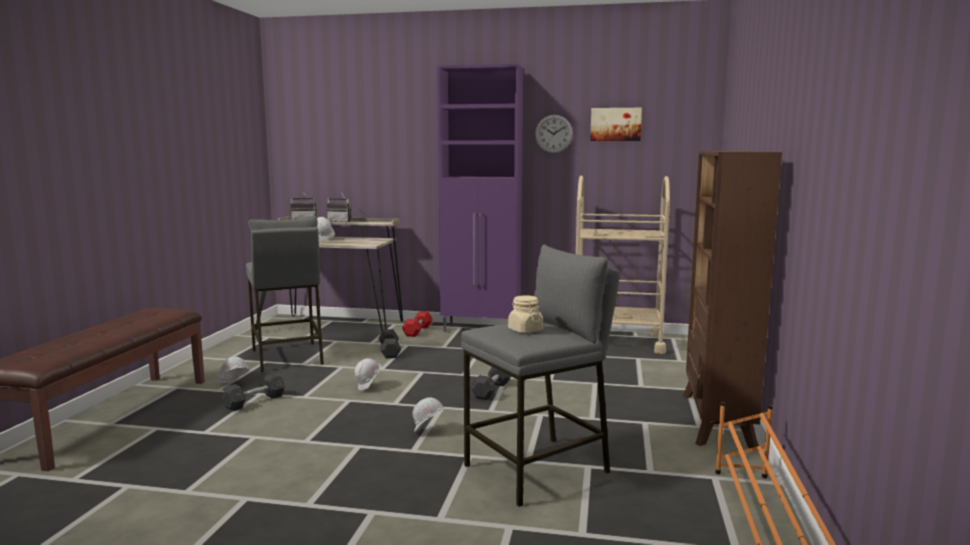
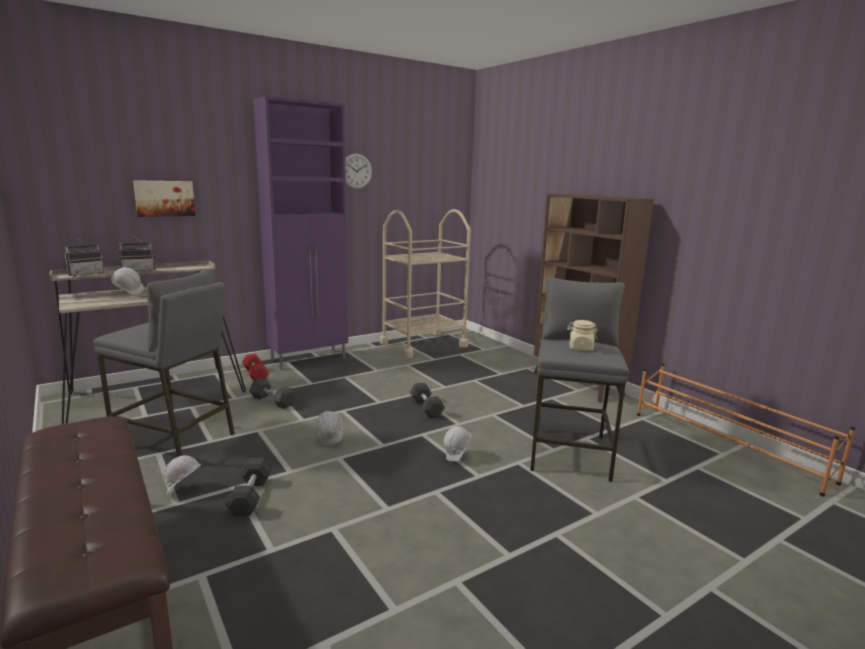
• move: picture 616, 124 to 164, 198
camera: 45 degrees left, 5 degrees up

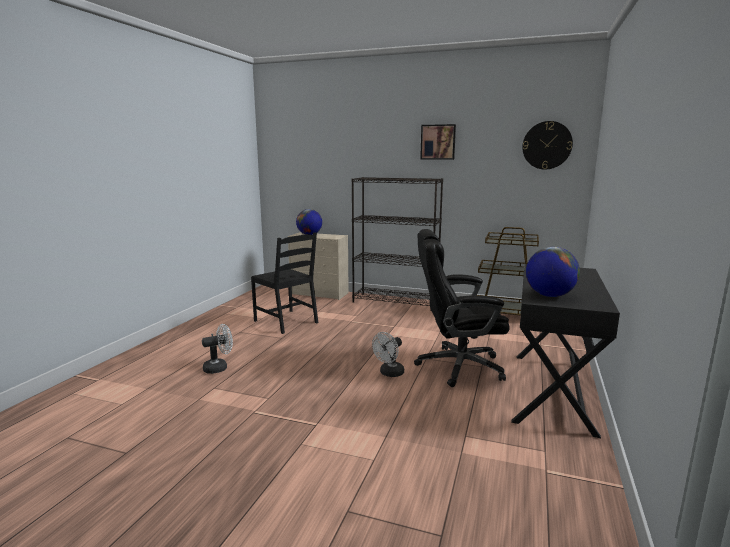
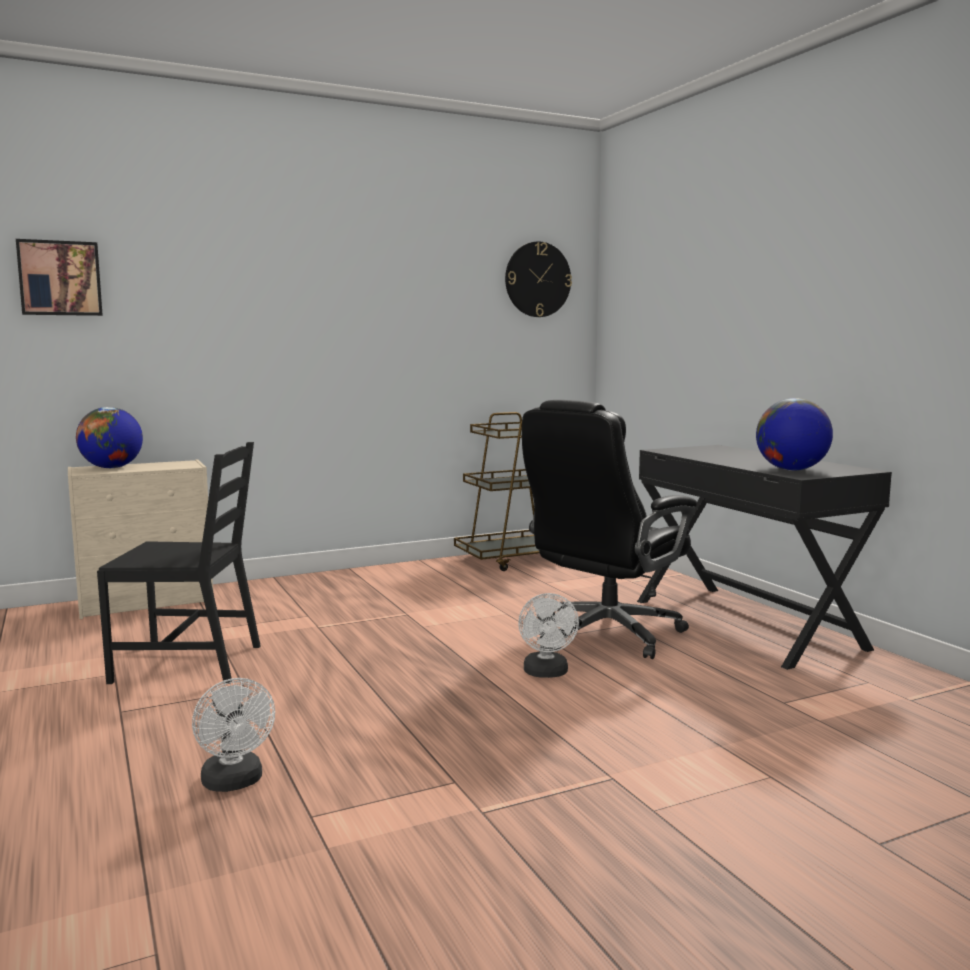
• delete: bookcase (black) 397, 244
• move: picture 438, 142 to 59, 277
• rotate: fan (white) 217, 349 = 233, 735 135 degrees clockwise
camera: 45 degrees left, 5 degrees down

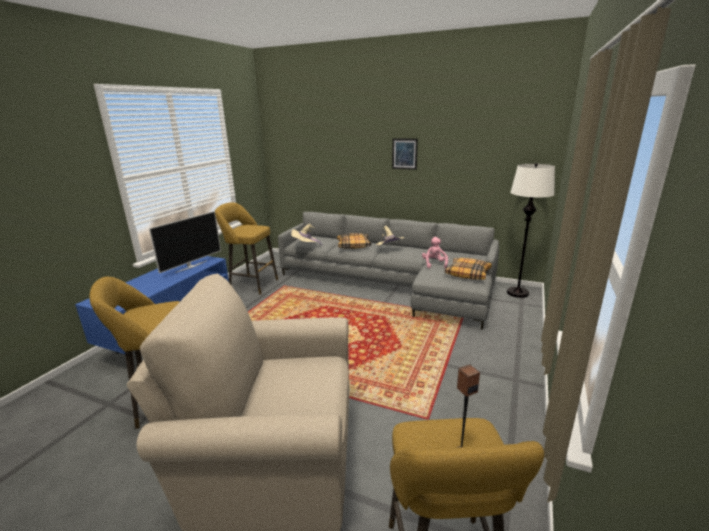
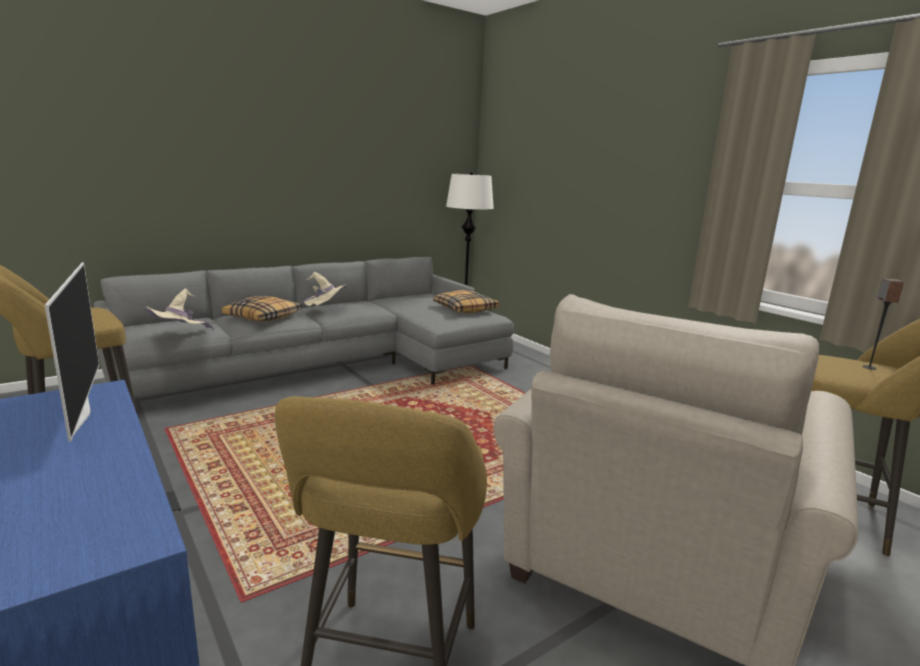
• delete: picture 405, 154
• delete: plush toy (pink) 435, 253
camera: 60 degrees left, 5 degrees down

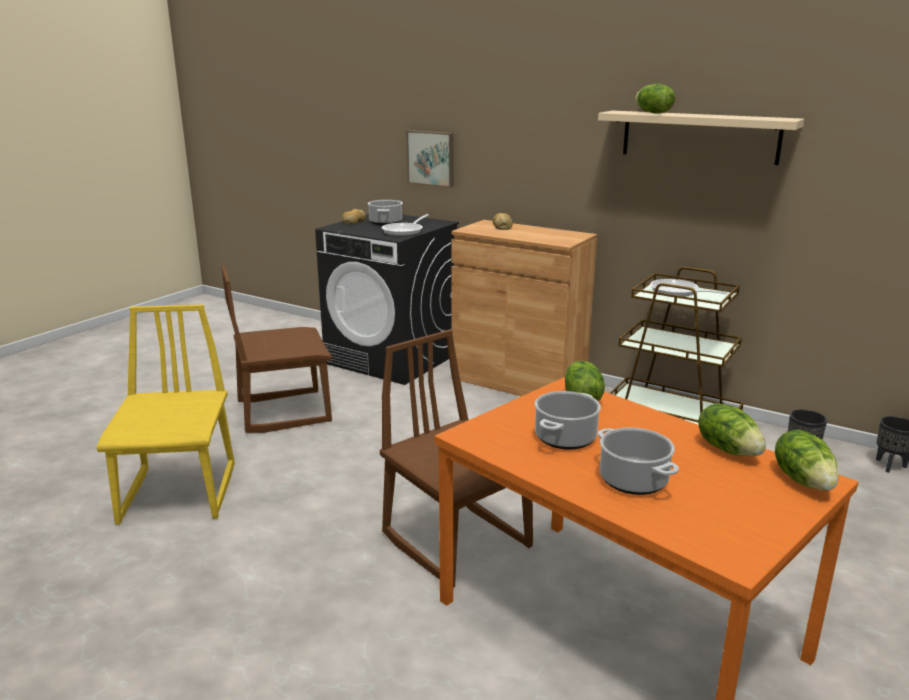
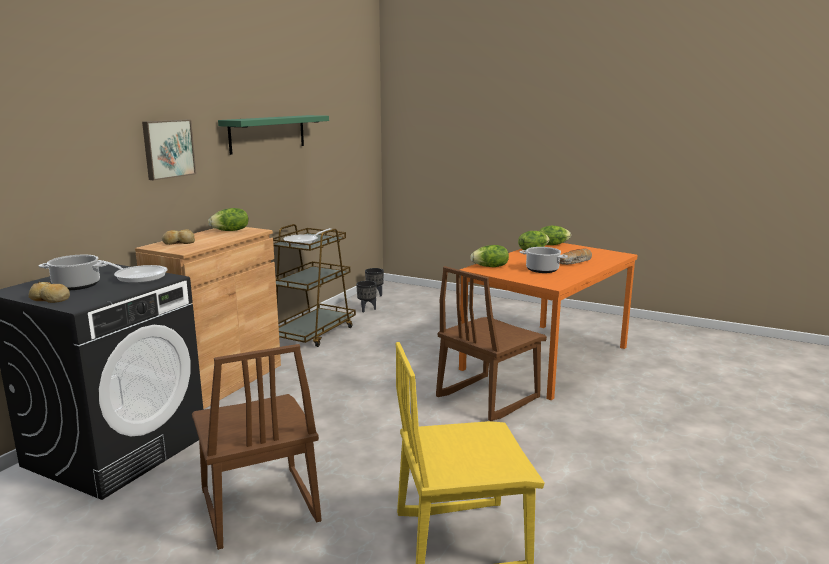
• move: picture 430, 159 to 169, 150
• move: lettuce 655, 99 to 228, 219
• replace: cooking pot 638, 461 to bread 576, 256
• recolor: shelf (beige) 701, 138 to shelf (green) 273, 135
camera: 95 degrees left, 5 degrees down

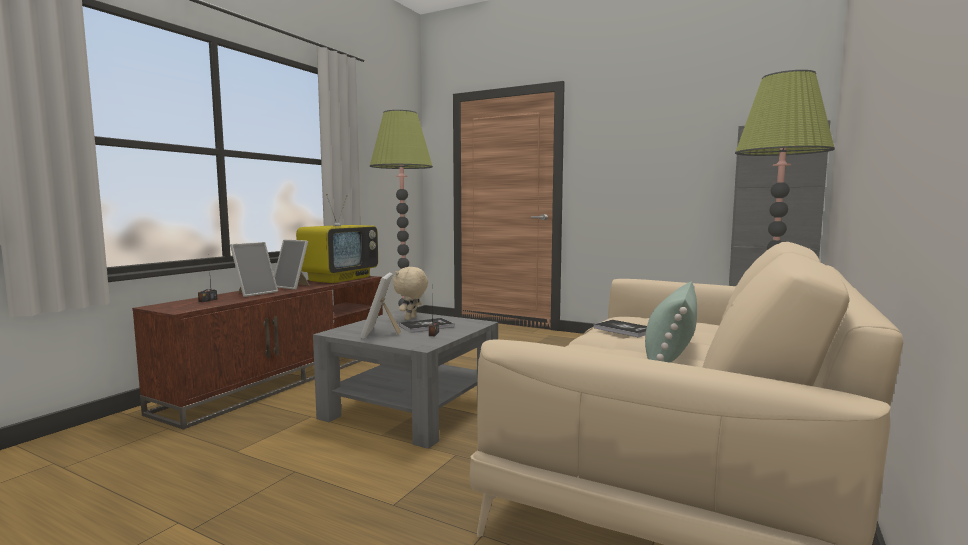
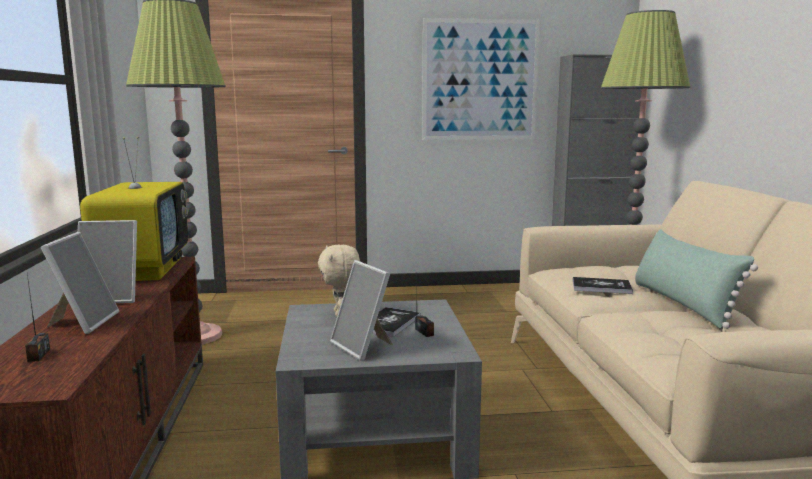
• insert: picture 481, 79
camera: 35 degrees left, 5 degrees up

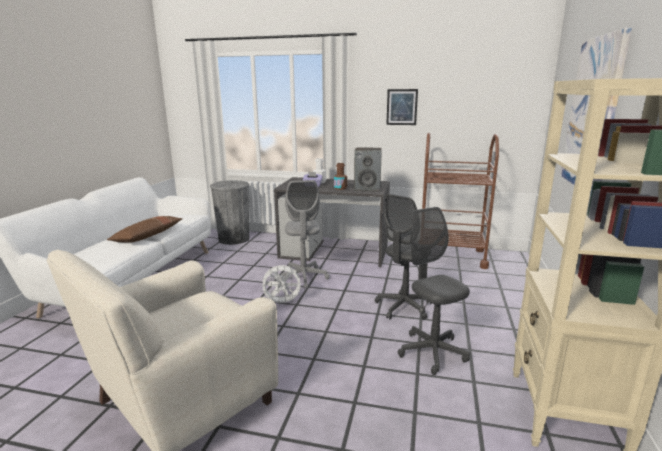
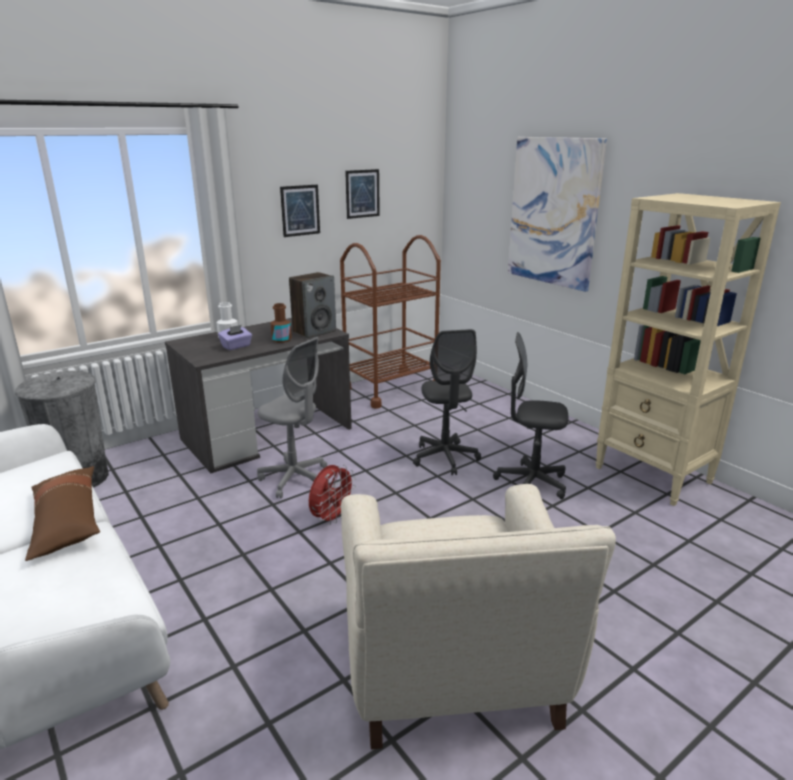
• insert: picture 362, 194
• recolor: fan (white) 281, 285 to fan (red) 332, 494
camera: 50 degrees left, 5 degrees up

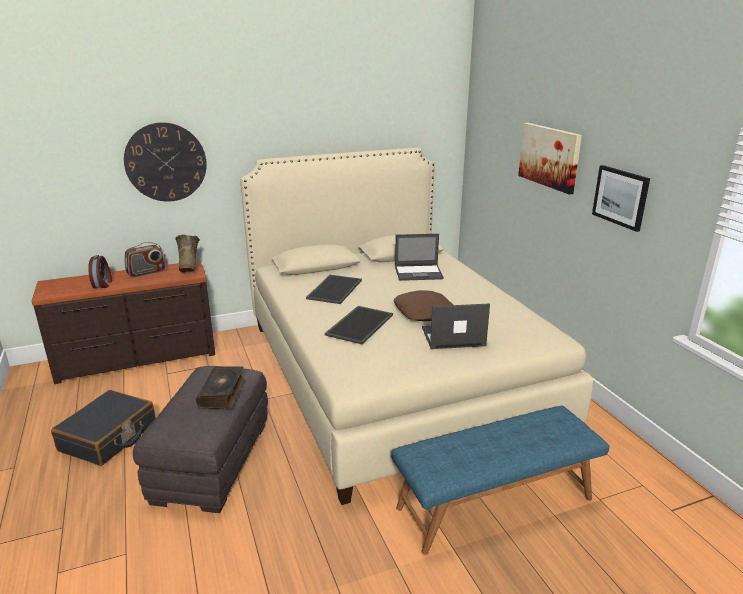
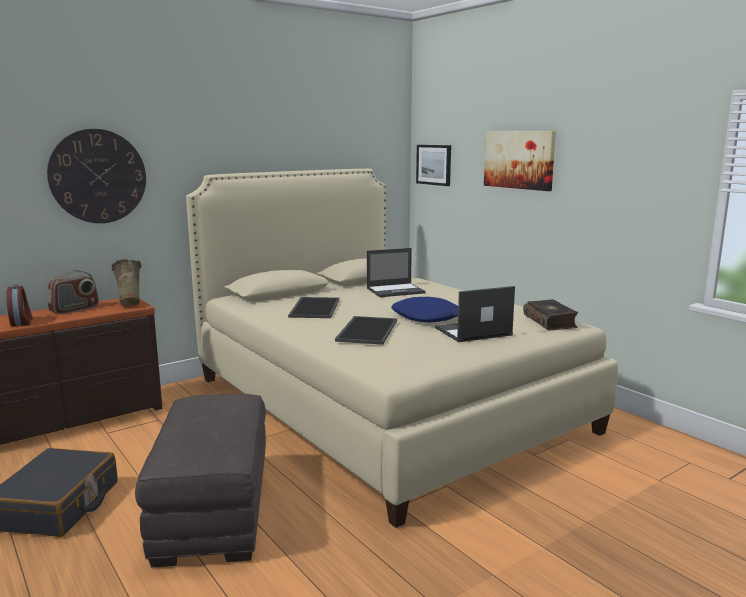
• delete: bench (blue) 500, 480
• move: book 220, 387 to 550, 315
• move: picture 621, 198 to 433, 165
• recolor: pillow (brown) 423, 305 to pillow (blue) 424, 310
camera: 15 degrees left, 10 degrees down

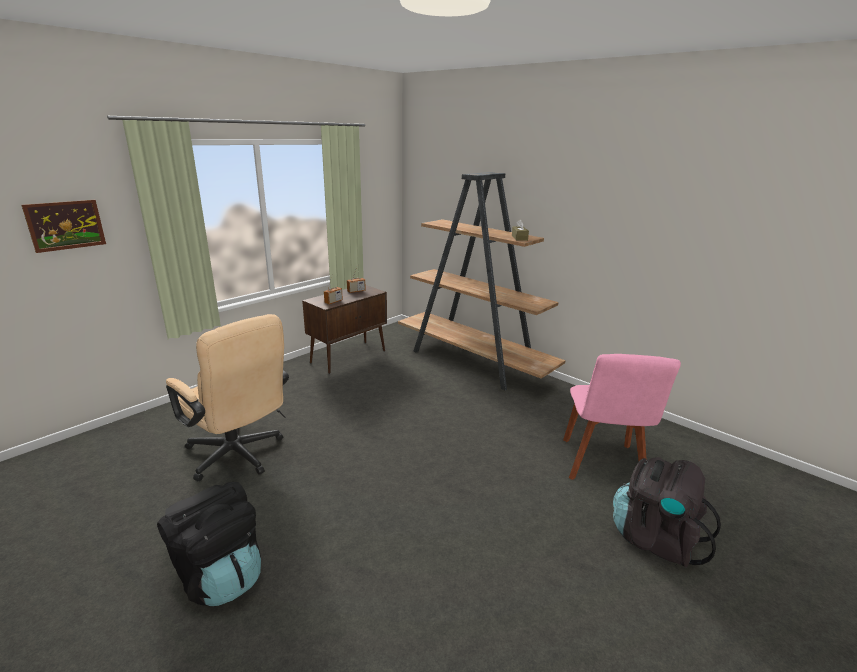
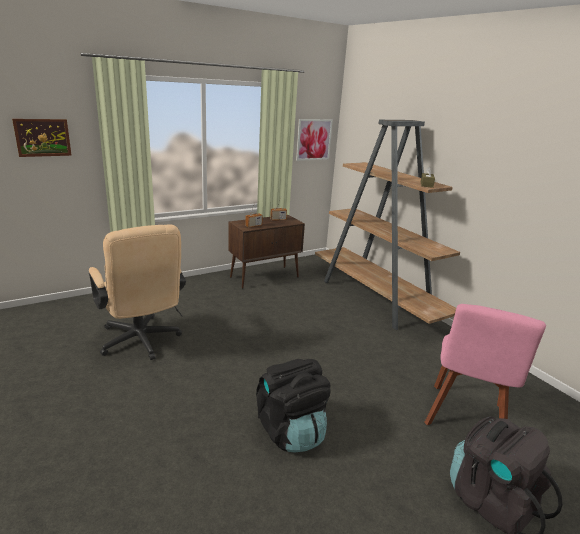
• insert: picture 314, 140
• move: backpack (black) 209, 544 to 293, 406
camera: 15 degrees right, 0 degrees up

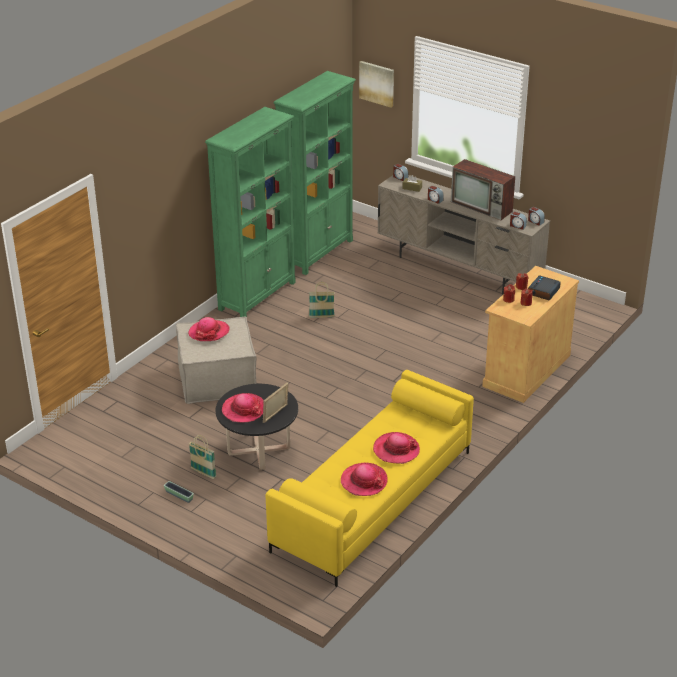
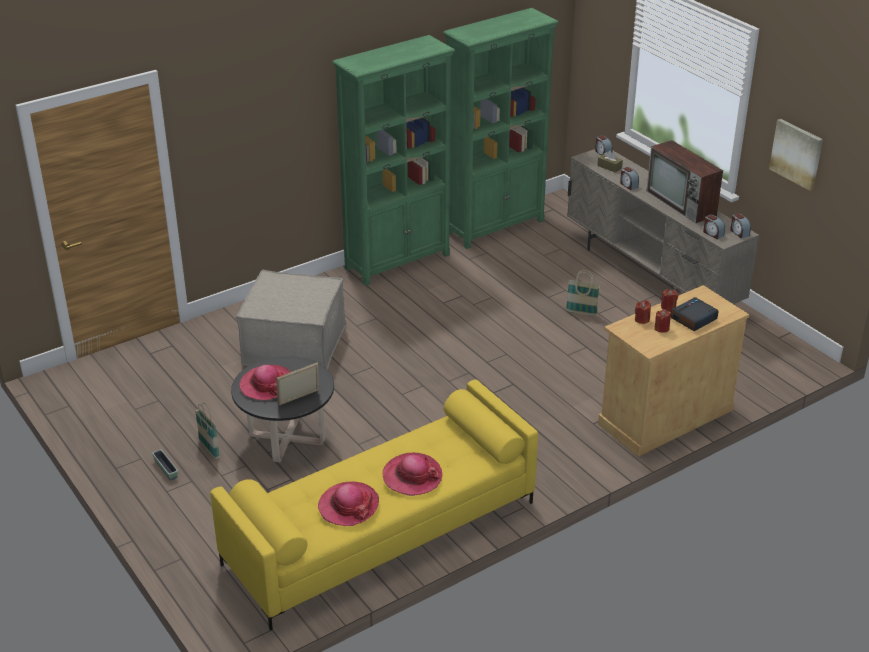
• delete: hat 209, 329
• move: basket 322, 300 to 583, 293
• move: picture 376, 84 to 796, 155
camera: 20 degrees right, 0 degrees up

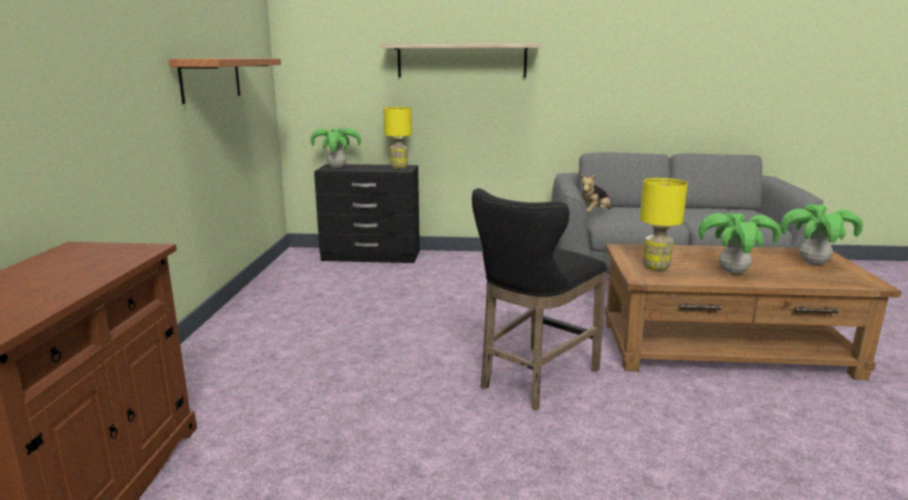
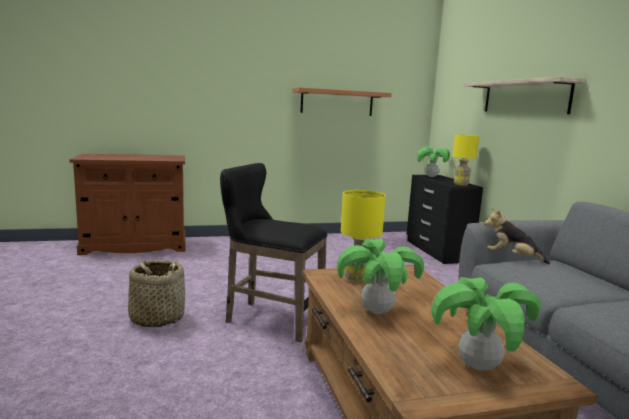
• insert: basket 156, 293
camera: 70 degrees right, 5 degrees down

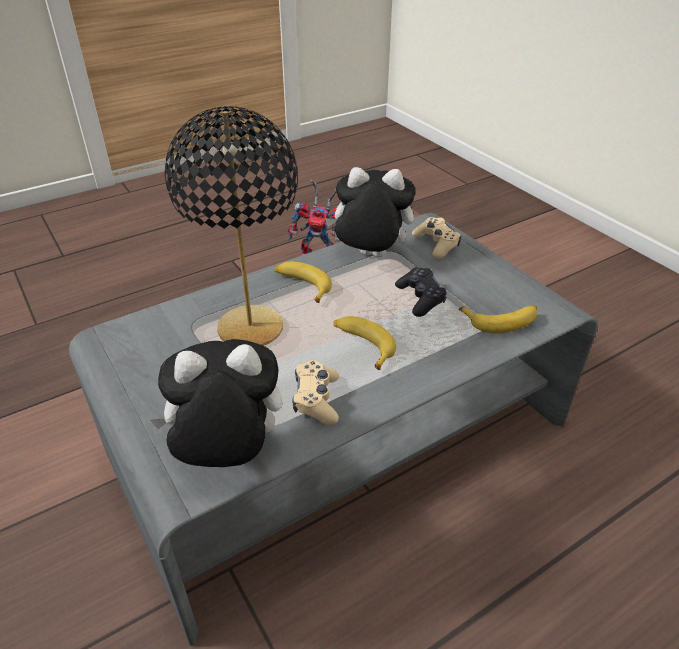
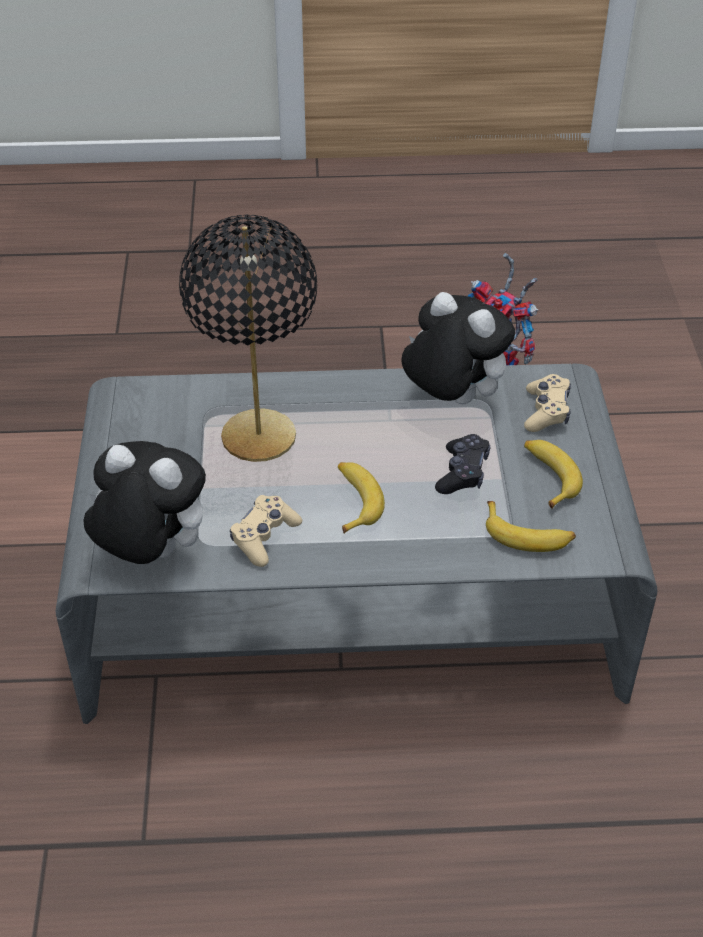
• move: banana 303, 282 to 553, 474
camera: 30 degrees right, 5 degrees up

